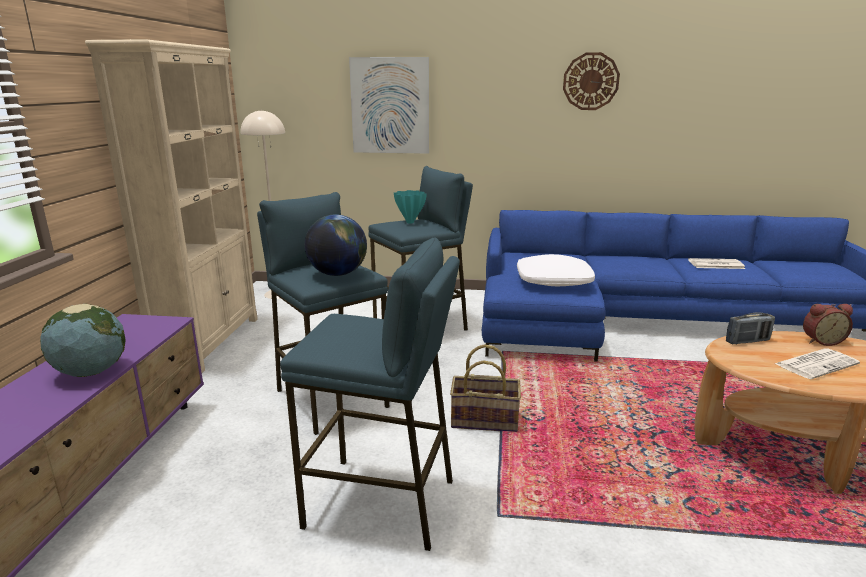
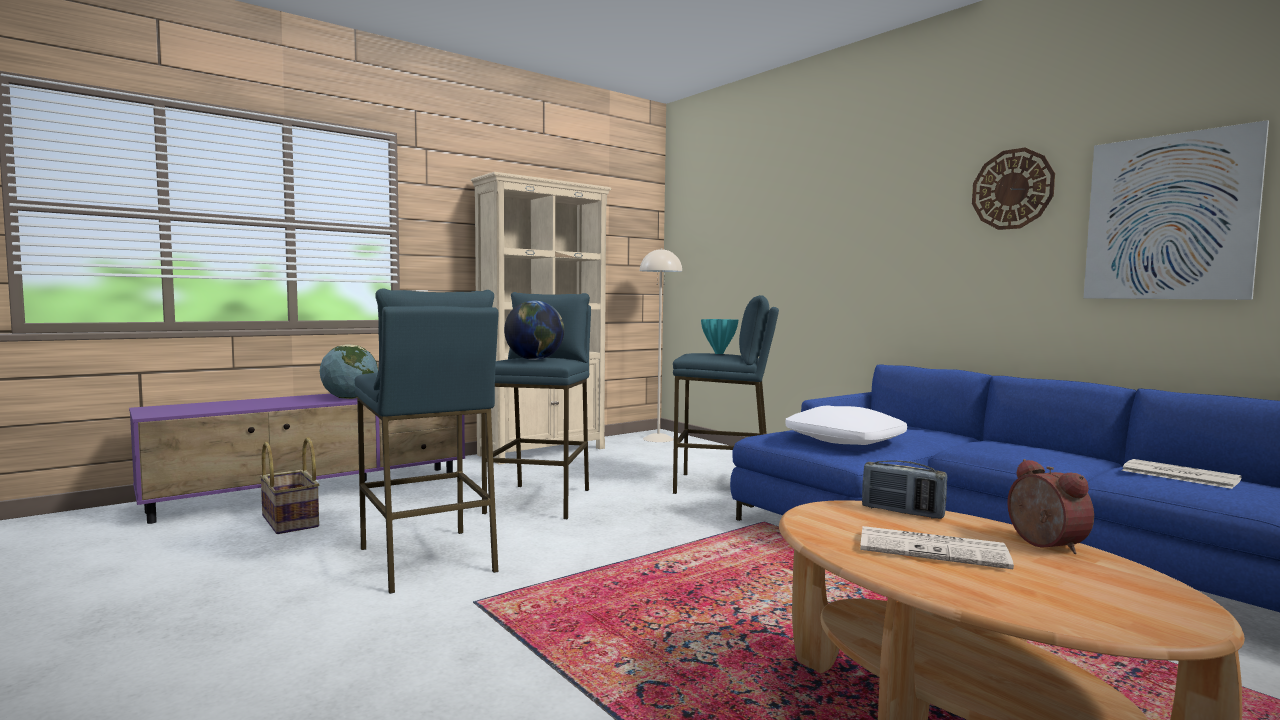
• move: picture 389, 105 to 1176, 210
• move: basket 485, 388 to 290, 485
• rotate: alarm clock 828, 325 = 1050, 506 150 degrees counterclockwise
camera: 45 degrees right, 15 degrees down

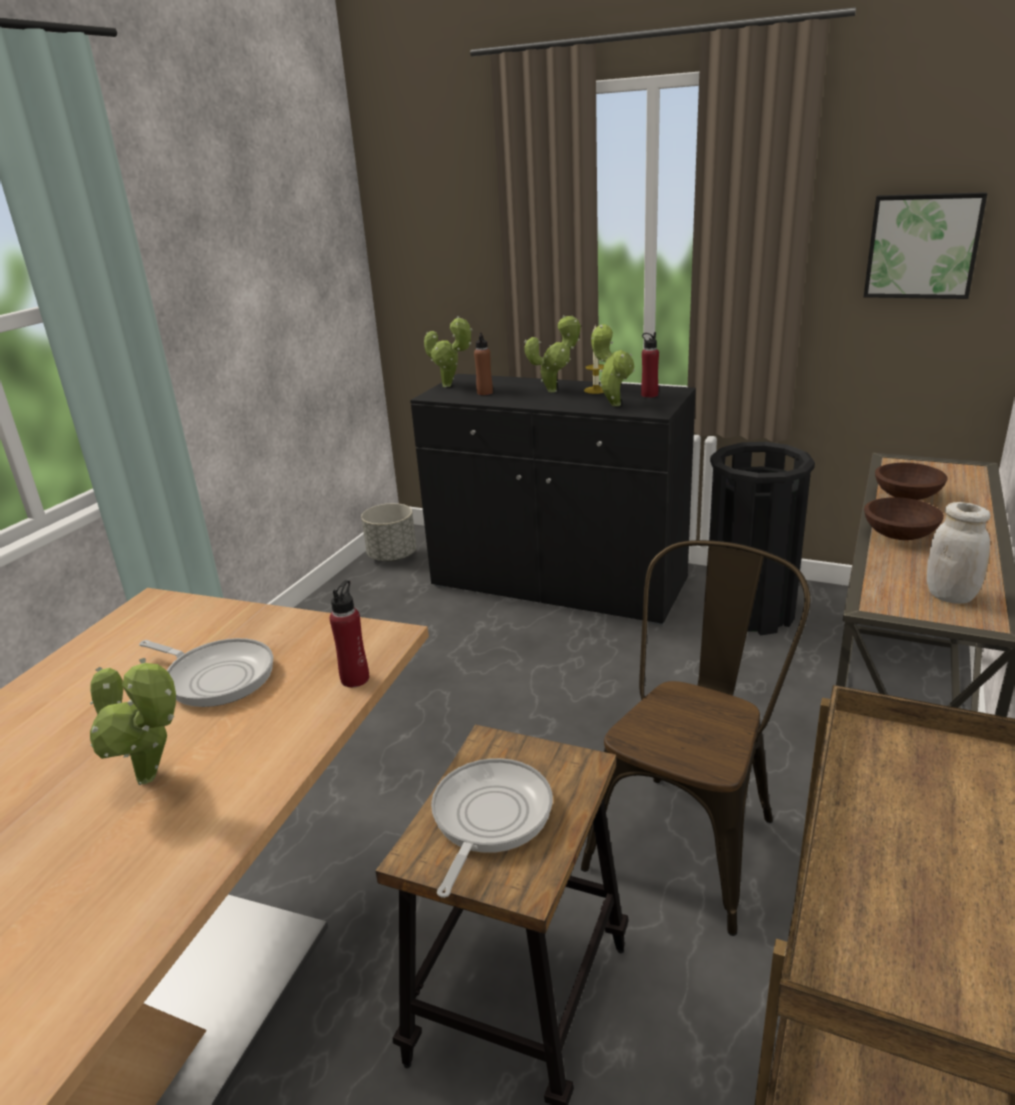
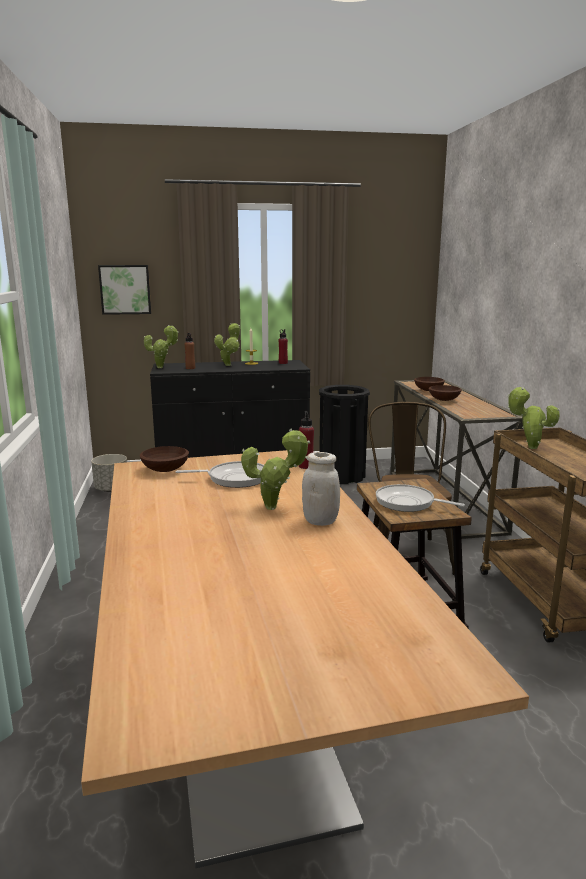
• insert: bowl (brown) 164, 459
• move: potted plant 613, 365 to 534, 418
• move: picture 925, 245 to 124, 290
• move: jar (white) 959, 553 to 321, 489
• rotate: frying pan 492, 828 = 420, 498 45 degrees counterclockwise
camera: 35 degrees left, 10 degrees down

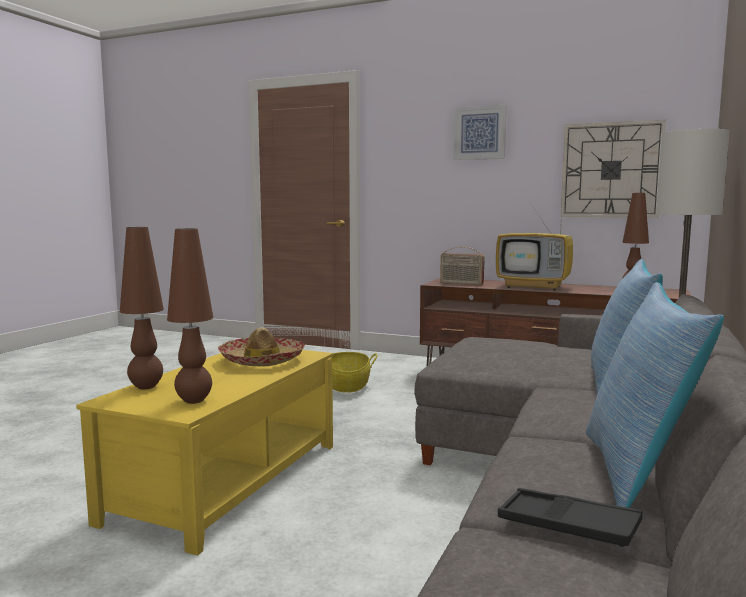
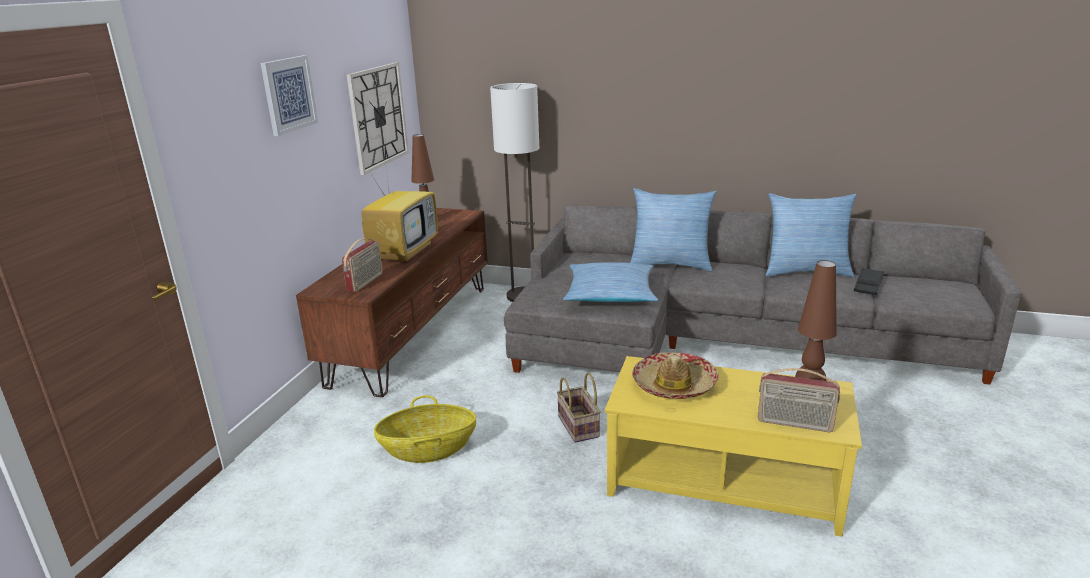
• insert: basket 579, 408
• insert: pillow 610, 282
• replace: table lamp (brown) 142, 308 to radio 799, 400
camera: 95 degrees left, 15 degrees up

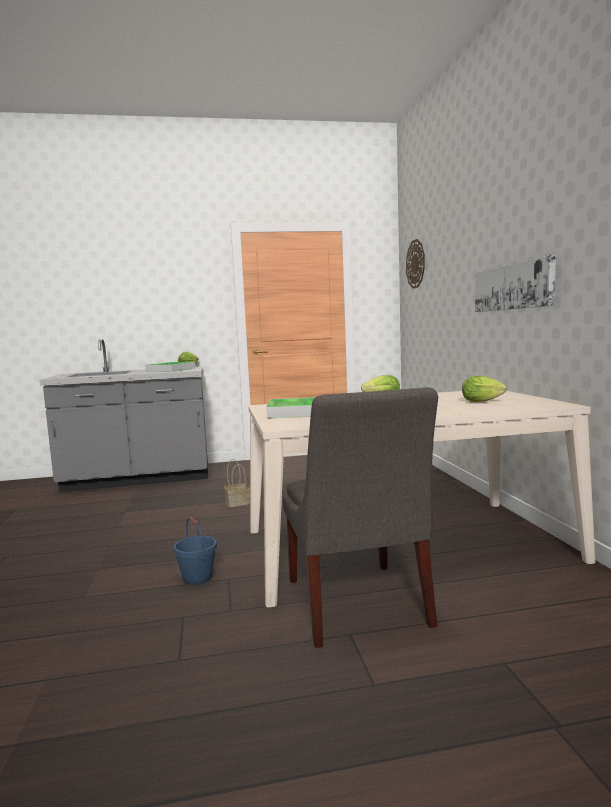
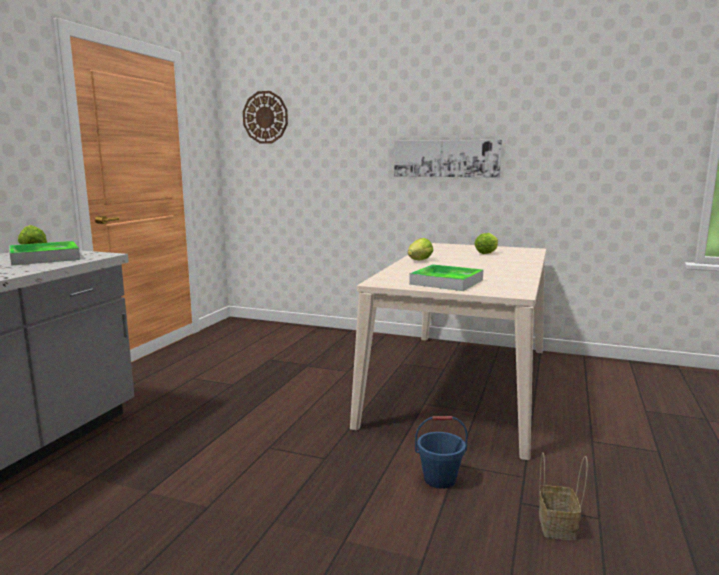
• delete: chair (grey) 360, 517
• move: basket 237, 483 to 563, 496
camera: 60 degrees left, 5 degrees up

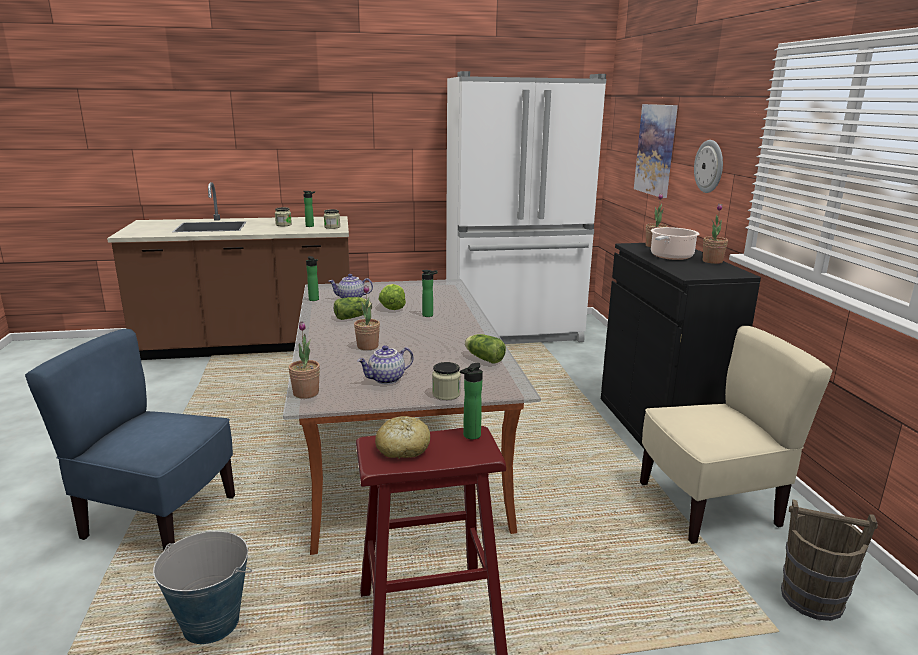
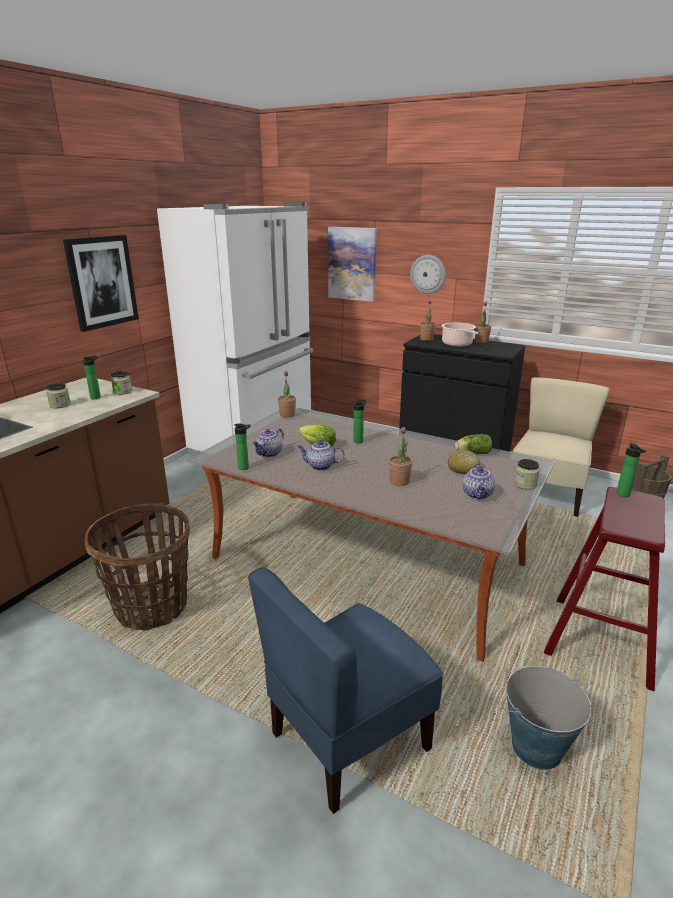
• insert: picture 101, 283
• insert: basket 137, 567
• move: potted plant 304, 360 to 287, 394
• move: bread 402, 437 to 464, 461
• replace: lettuce 353, 308 to teapot 321, 455
camera: 50 degrees left, 5 degrees up

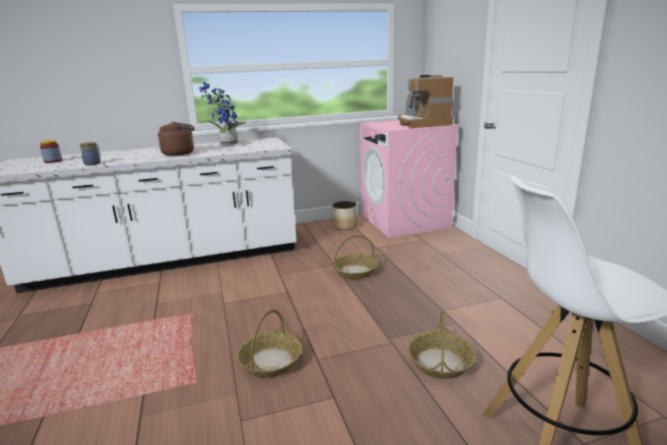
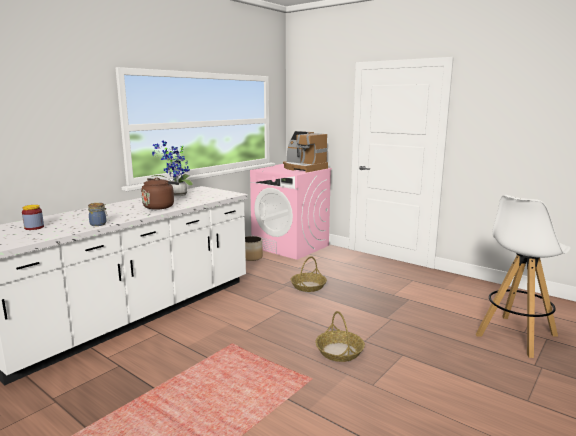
• delete: basket 441, 343
camera: 35 degrees left, 5 degrees down

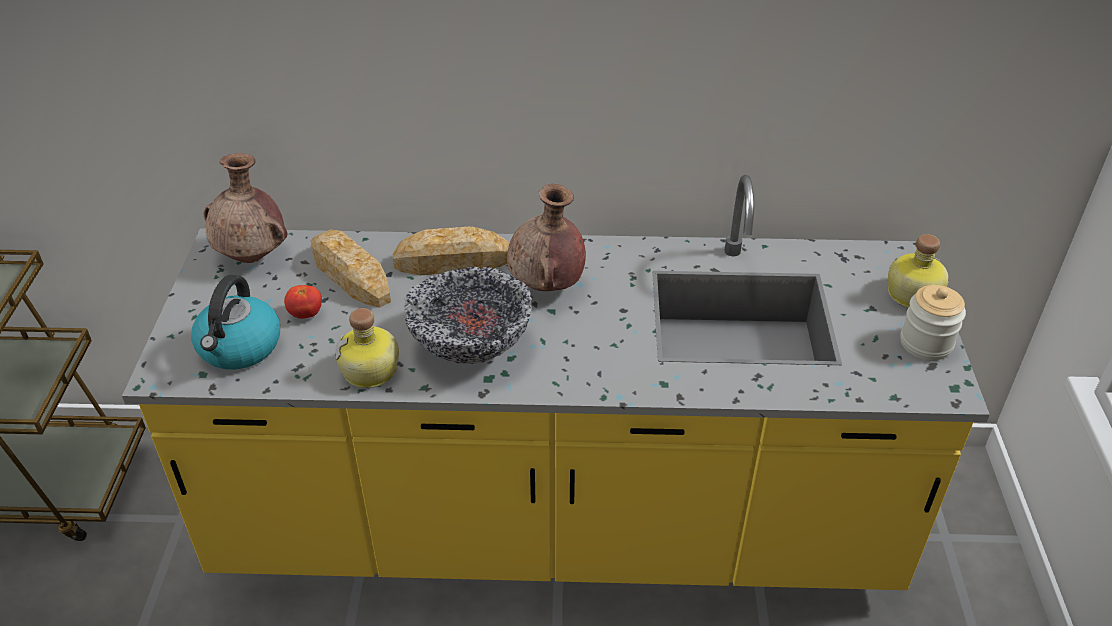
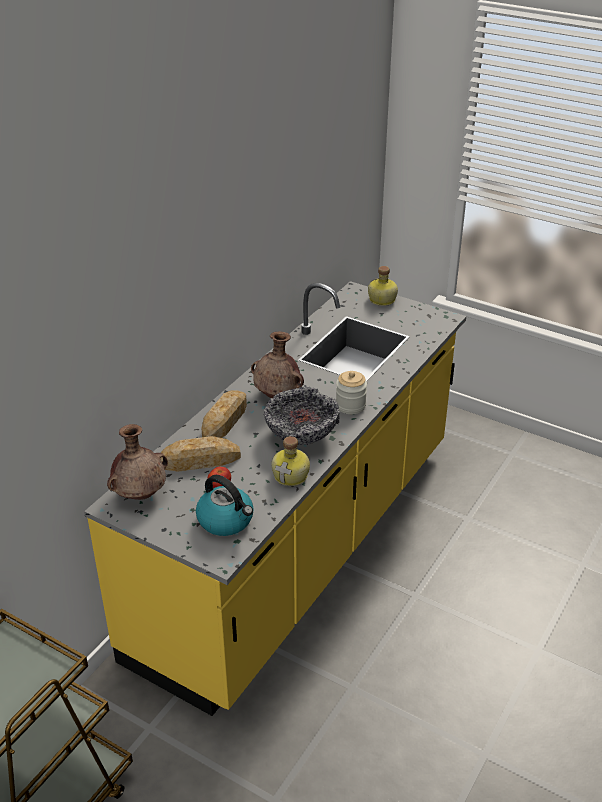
• move: jar 933, 322 to 351, 392
camera: 60 degrees left, 5 degrees down

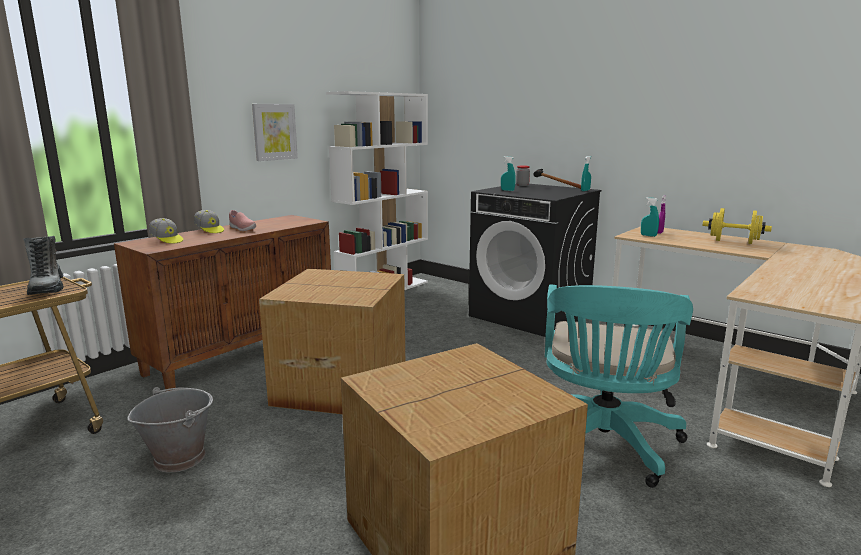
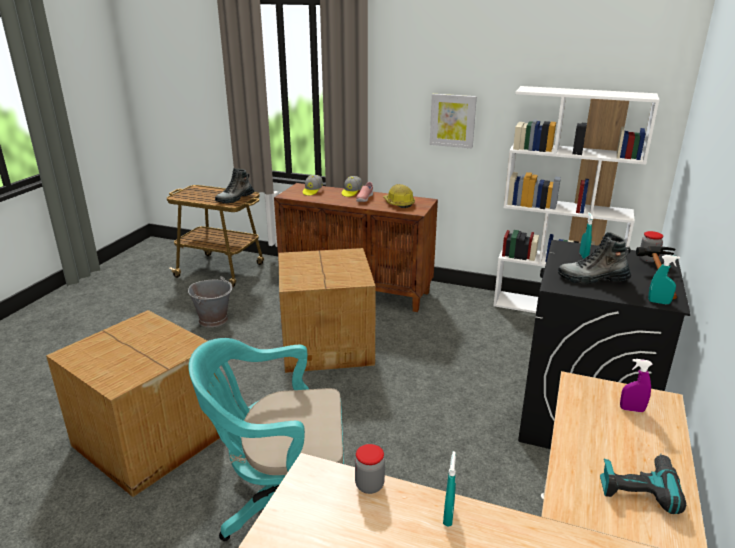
• insert: jar 370, 469
• insert: hard hat 399, 196
• insert: boot 595, 258
• move: spray bottle (turquoise) 650, 217 to 449, 489
• replace: dumbbell (yellow) 737, 226 to power drill 643, 483
camera: 70 degrees right, 10 degrees up

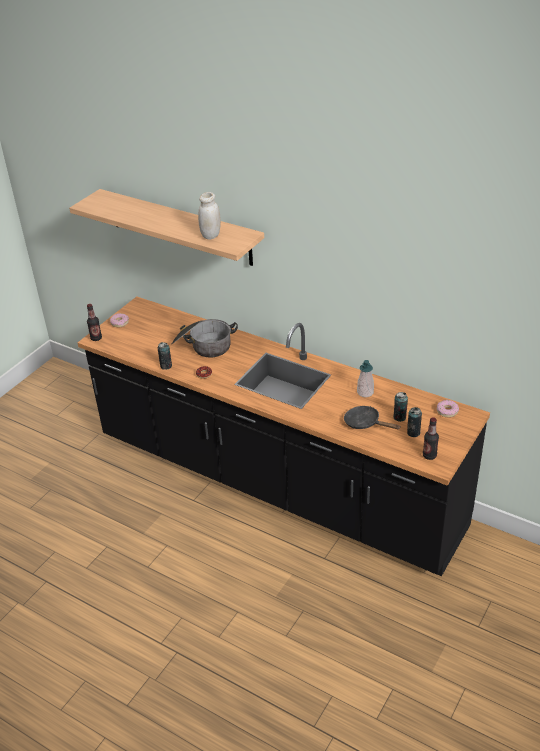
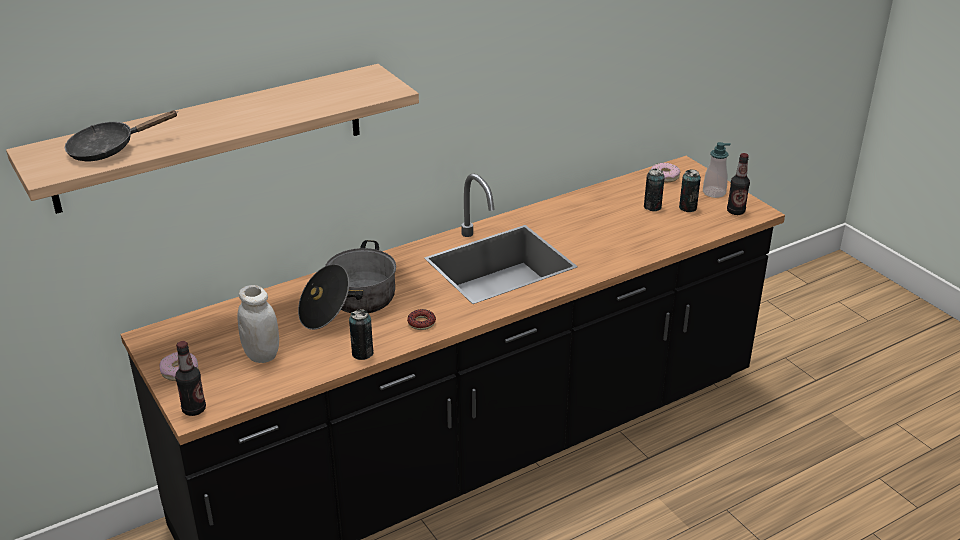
• move: jar (white) 209, 216 to 258, 324
• move: frying pan (black) 372, 417 to 121, 135
• move: soap dispenser 365, 378 to 717, 170
camera: 65 degrees left, 5 degrees down

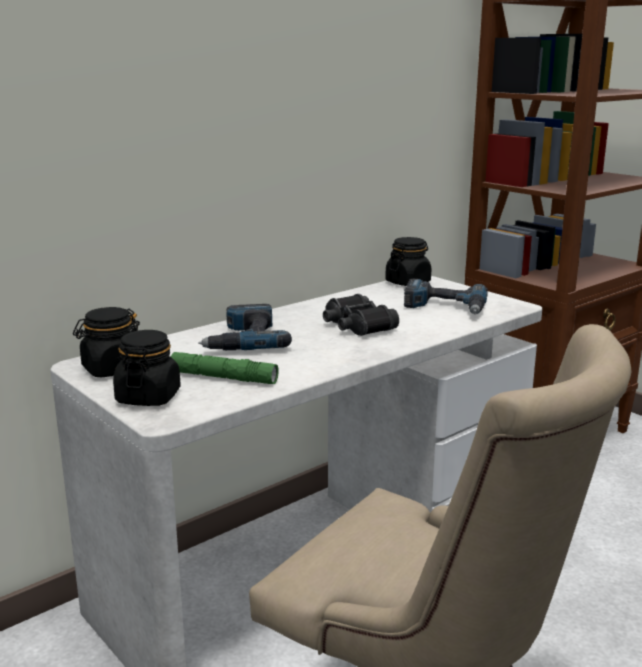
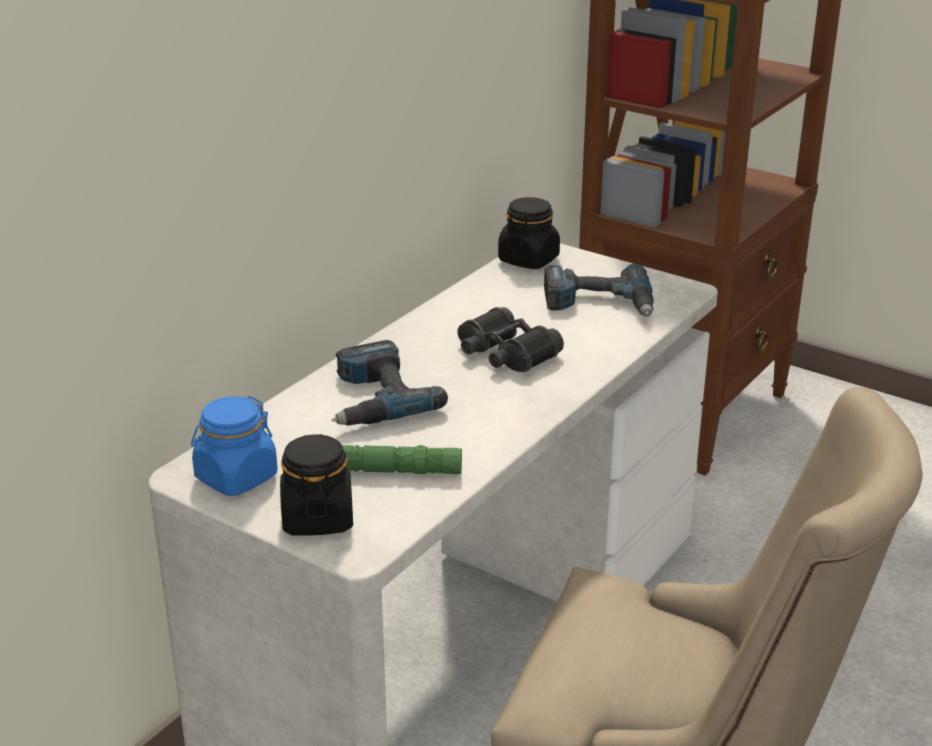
• recolor: jar (black) 106, 342 to jar (blue) 234, 446
camera: 15 degrees left, 10 degrees up

